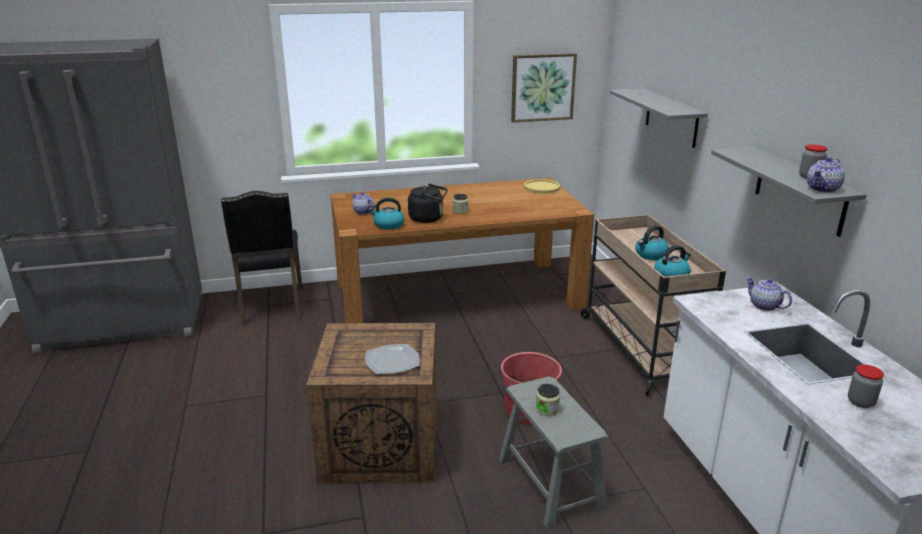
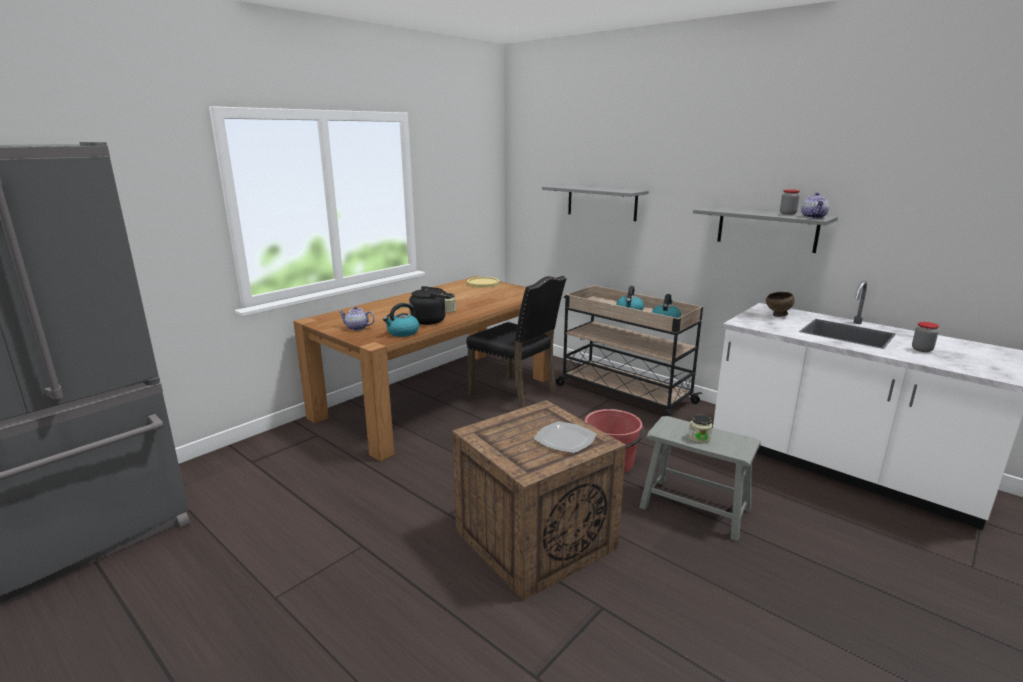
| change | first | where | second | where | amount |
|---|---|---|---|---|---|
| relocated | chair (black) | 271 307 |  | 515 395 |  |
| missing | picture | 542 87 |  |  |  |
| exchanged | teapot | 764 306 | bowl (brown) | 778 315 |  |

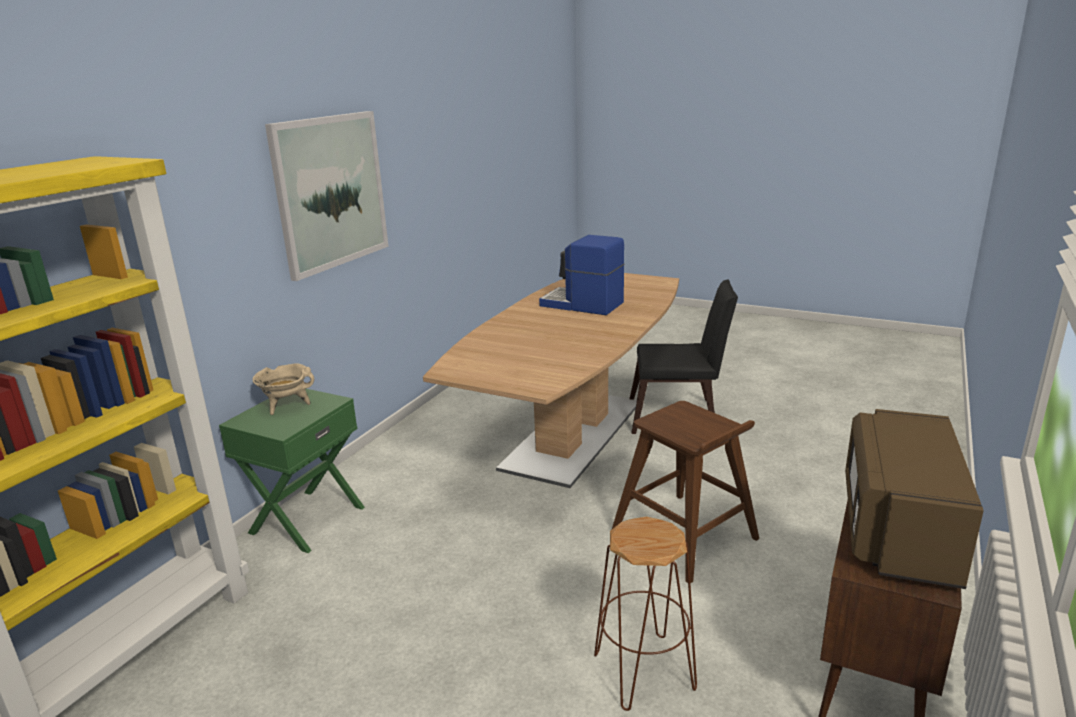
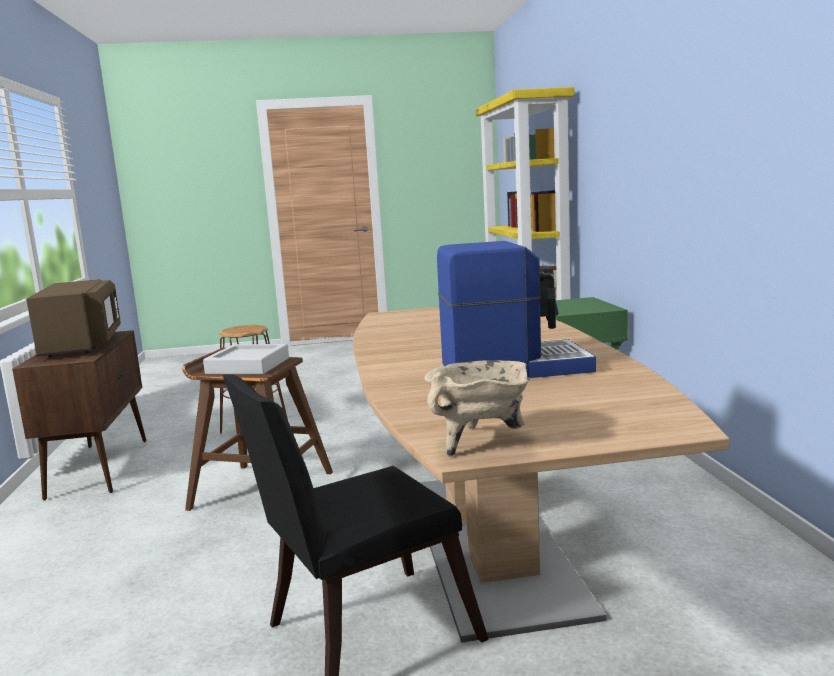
| change | first | where | second | where | amount |
|---|---|---|---|---|---|
| relocated | cooking pot (beige) | 287 406 |  | 480 442 |  |
| missing | picture | 331 192 |  |  |  |
| appeared |  |  | tray (grey) | 248 366 |  |

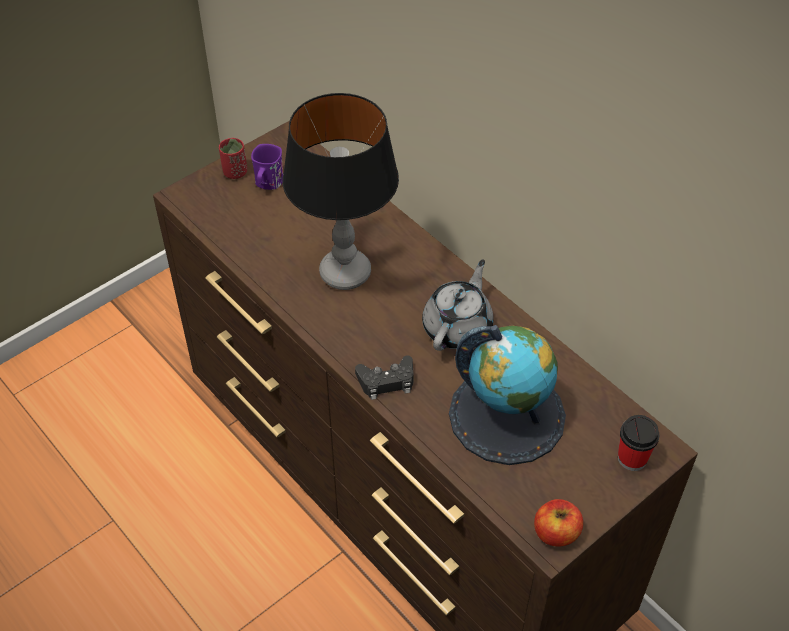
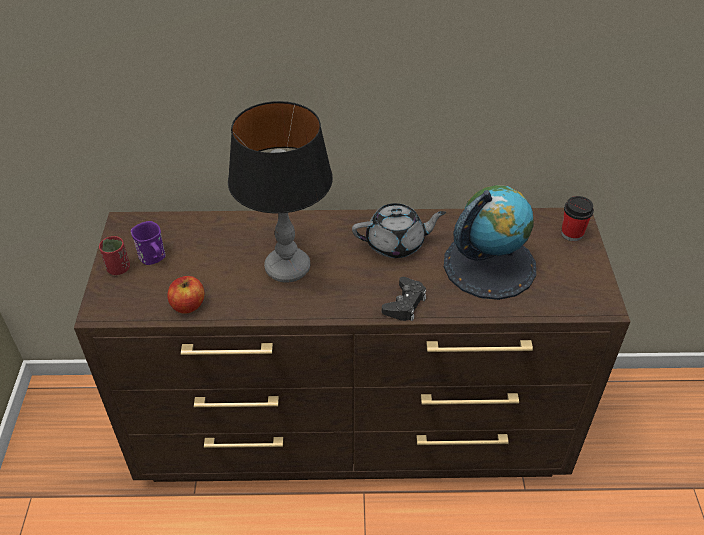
| change | first | where | second | where | amount |
|---|---|---|---|---|---|
| spun | teapot (grey) | 458 327 |  | 396 244 | 105 degrees clockwise |
| relocated | apple | 556 533 |  | 188 305 |  |

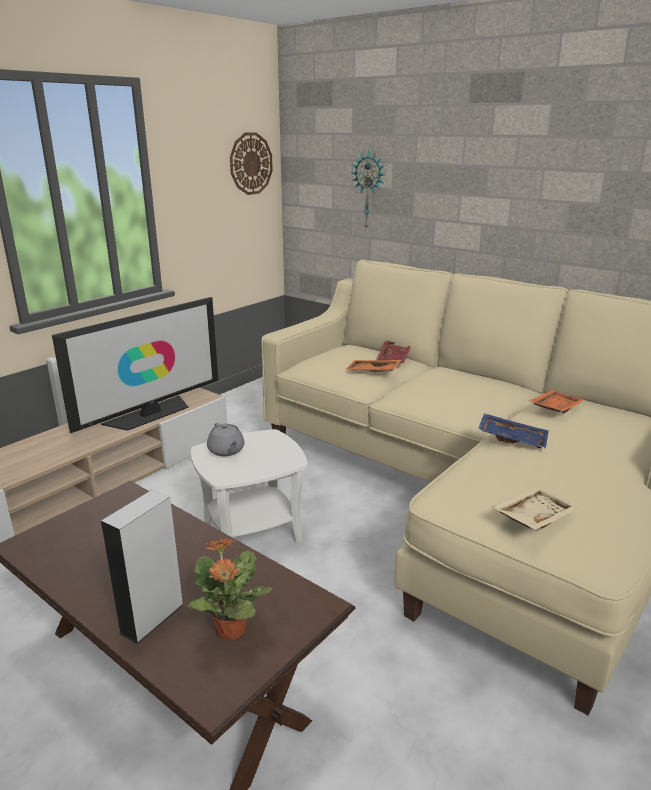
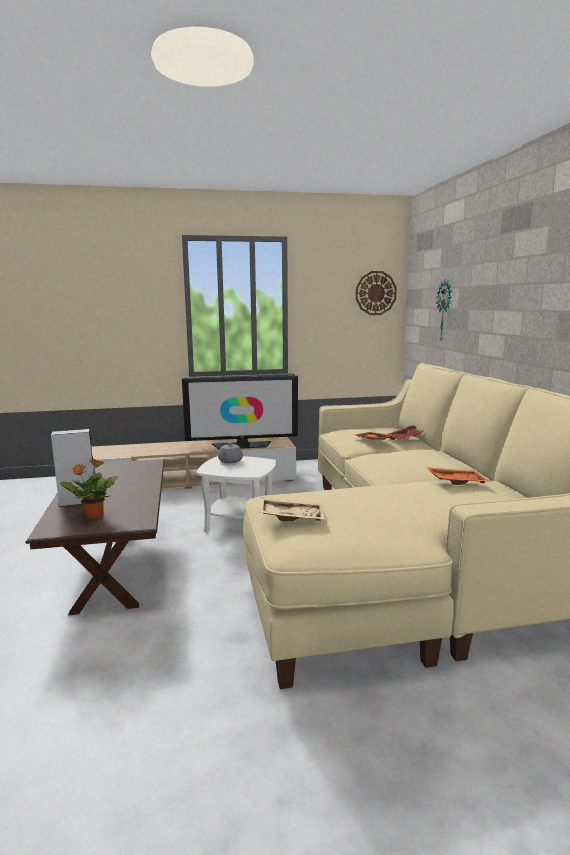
| change | first | where | second | where | amount |
|---|---|---|---|---|---|
| missing | tray (blue) | 512 438 |  |  |  |

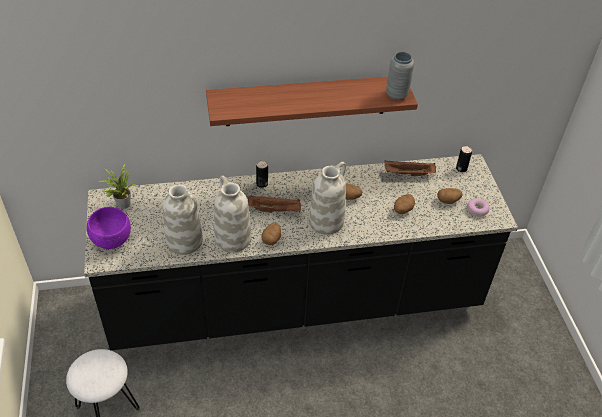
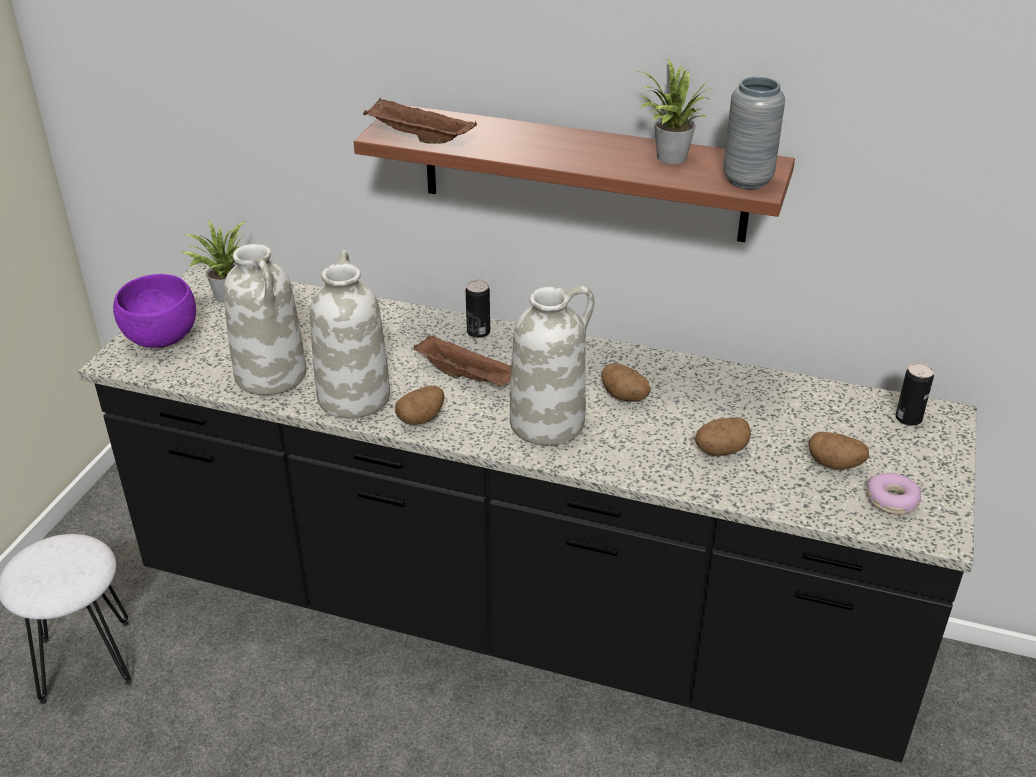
| change | first | where | second | where | amount |
|---|---|---|---|---|---|
| relocated | tray (brown) | 408 174 |  | 417 138 |  |
| appeared |  |  | potted plant | 667 157 |  |

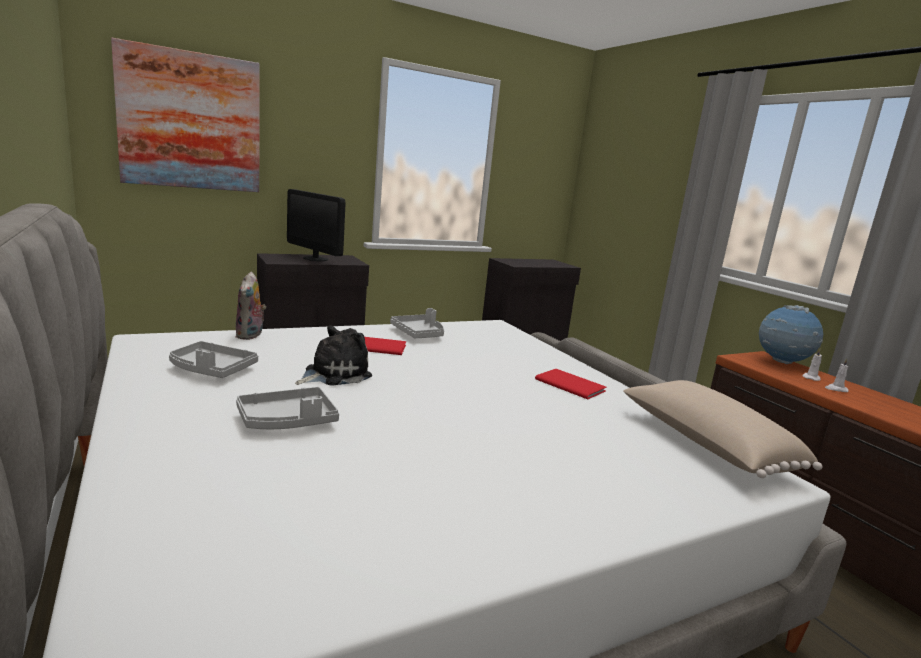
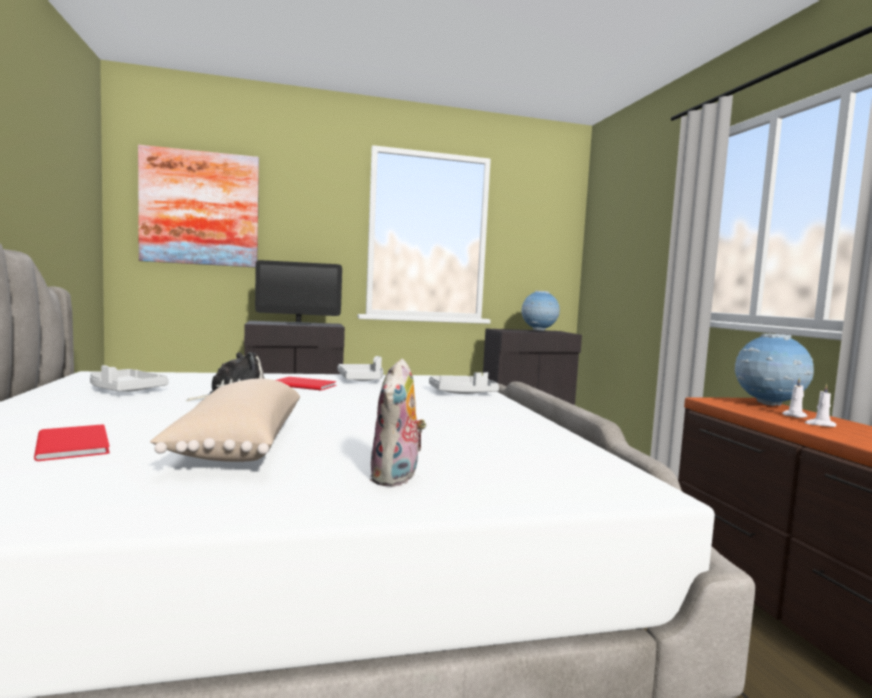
| change | first | where | second | where | amount |
|---|---|---|---|---|---|
| relocated | plush toy | 250 335 |  | 396 478 |  |
| relocated | tray (grey) | 288 421 |  | 463 393 |  |
| spun | monitor | 315 259 |  | 298 323 | 60 degrees counterclockwise |
| relocated | book (red) | 569 384 |  | 76 443 |  |
| relocated | pillow (beige) | 705 445 |  | 236 444 |  |
| appeared |  |  | globe | 539 331 |  |

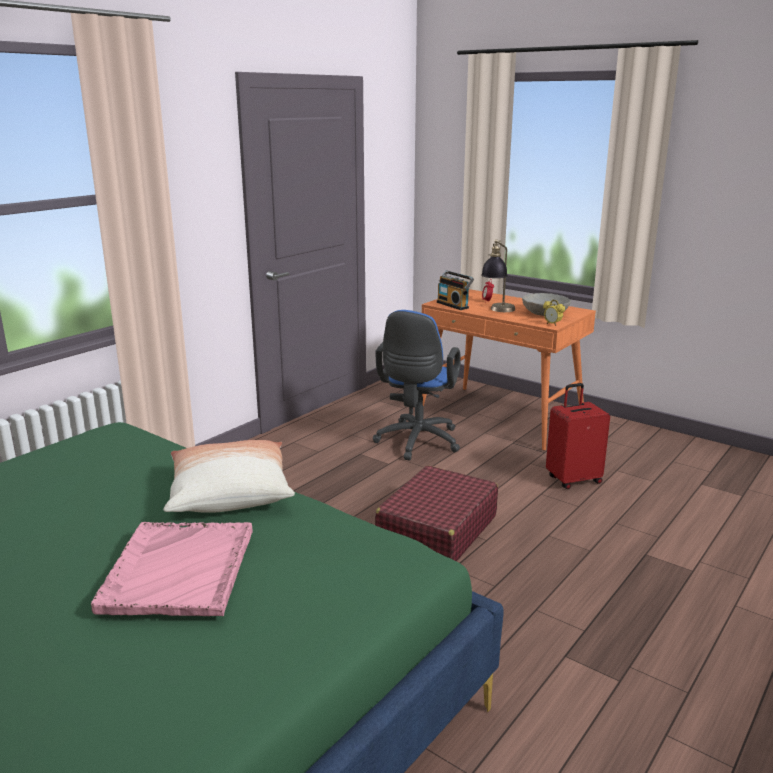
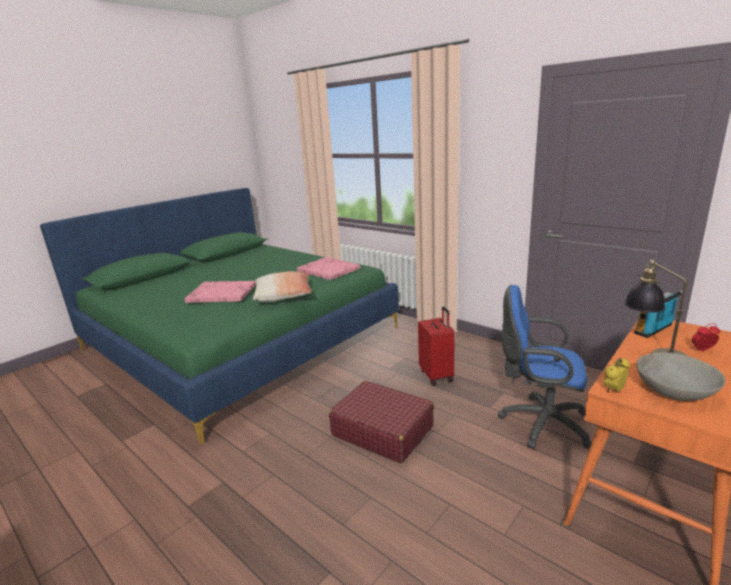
| change | first | where | second | where | amount |
|---|---|---|---|---|---|
| relocated | suitcase (red) | 573 479 |  | 437 375 |  |
| appeared |  |  | tray (pink) | 328 269 |  |

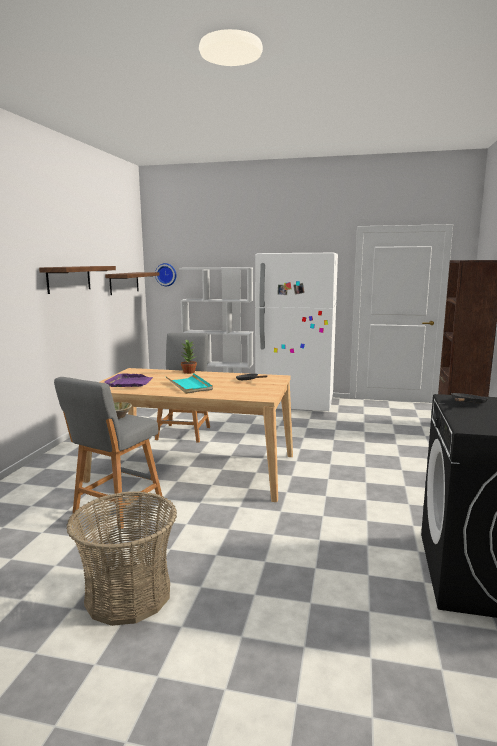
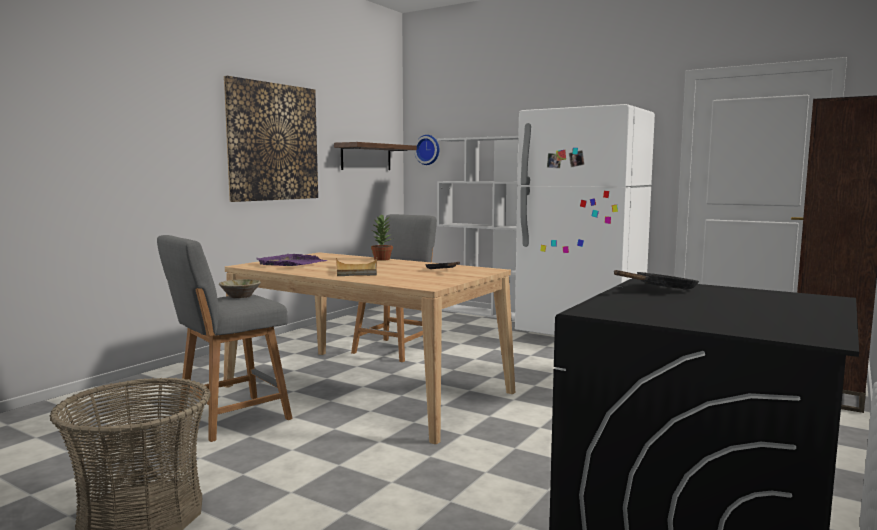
| change | first | where | second | where | amount |
|---|---|---|---|---|---|
| exchanged | shelf | 69 279 | picture | 273 142 |  |
| colour | tray (turquoise) | 189 385 | tray (beige) | 356 270 |  |

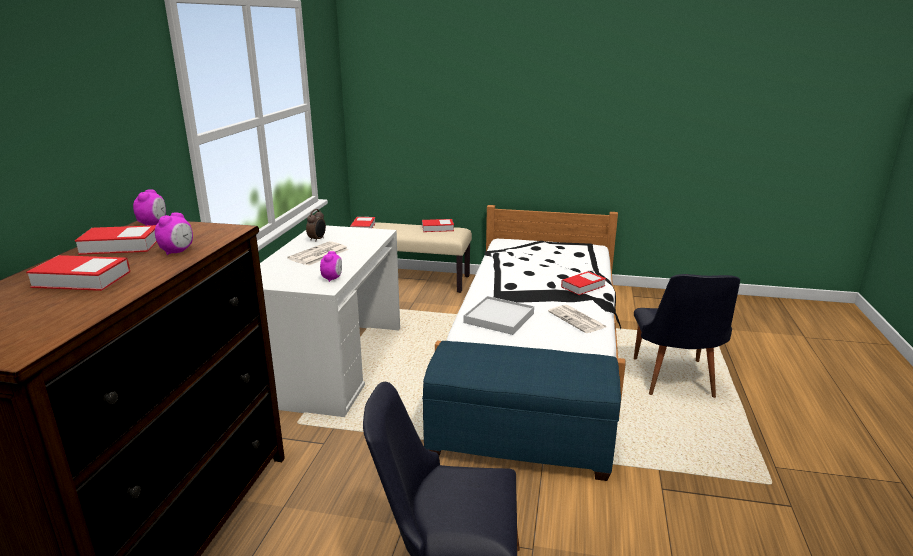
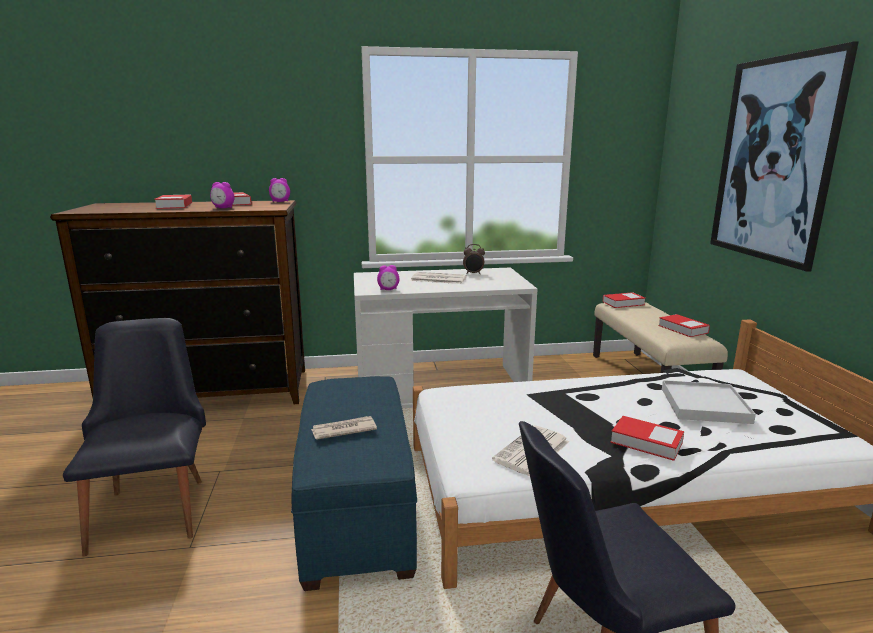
| change | first | where | second | where | amount |
|---|---|---|---|---|---|
| relocated | tray (white) | 499 318 |  | 705 405 |  |
| appeared |  |  | newspaper | 343 430 |  |
| appeared |  |  | picture | 774 160 |  |

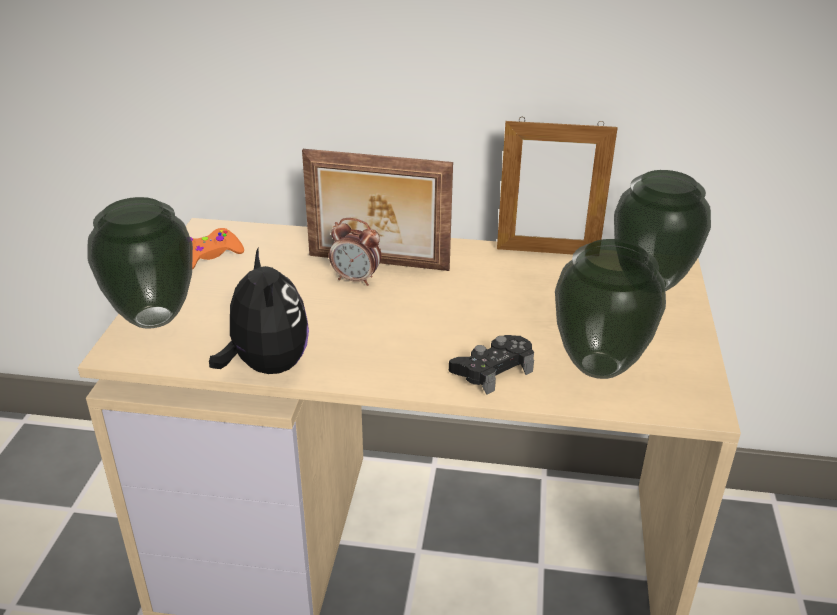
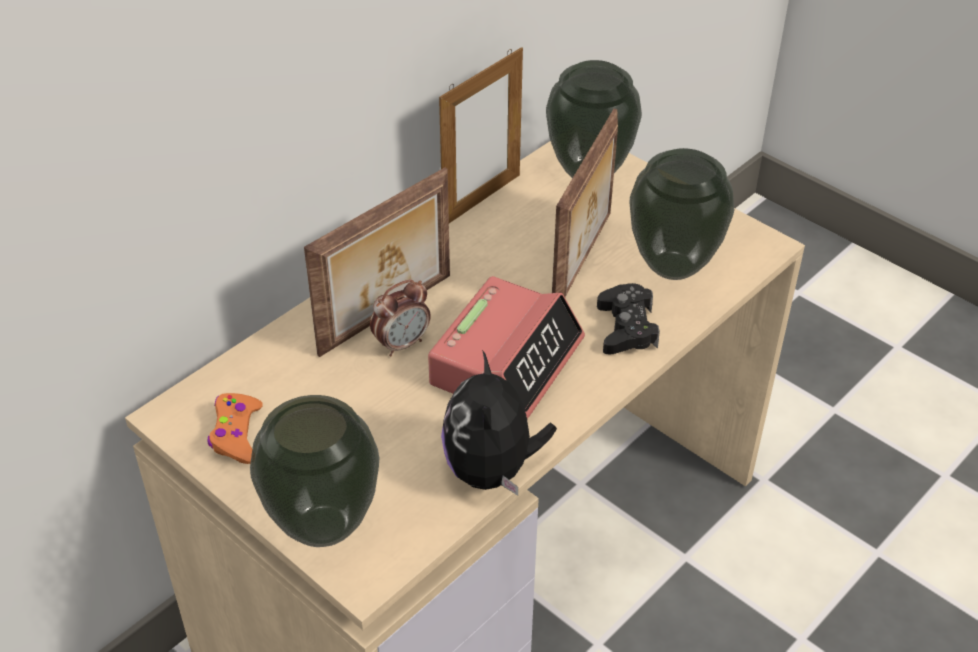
| change | first | where | second | where | amount |
|---|---|---|---|---|---|
| spun | plush toy | 266 366 |  | 492 470 | 105 degrees counterclockwise |
| appeared |  |  | alarm clock | 507 361 |  |
| appeared |  |  | picture frame | 583 262 |  |

